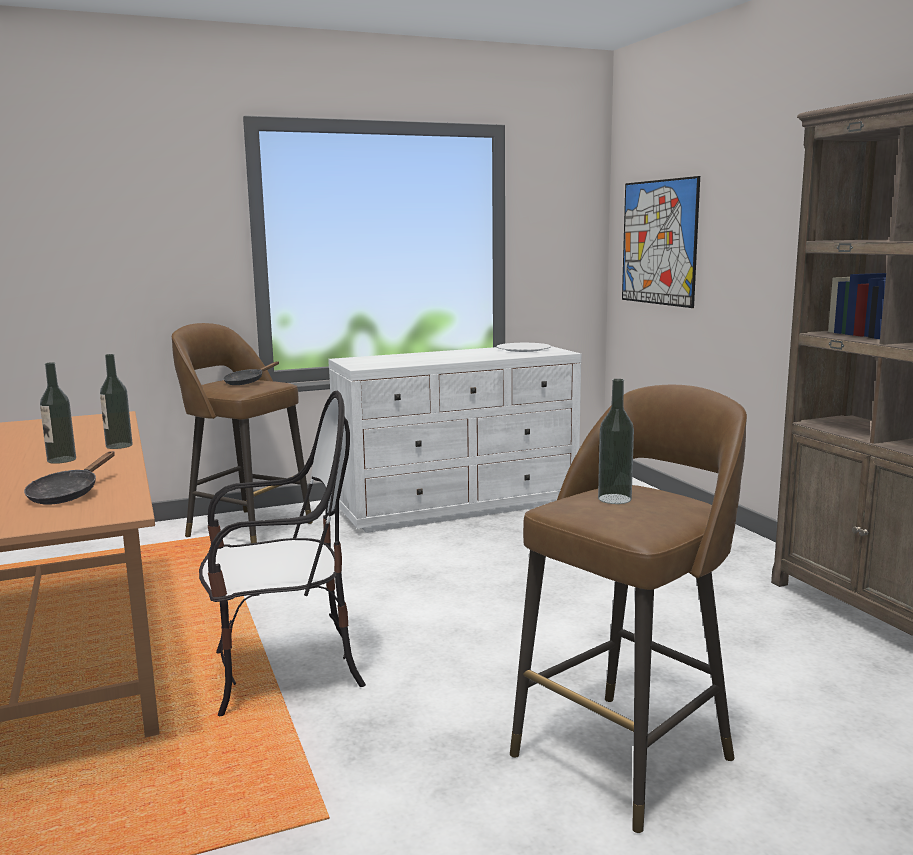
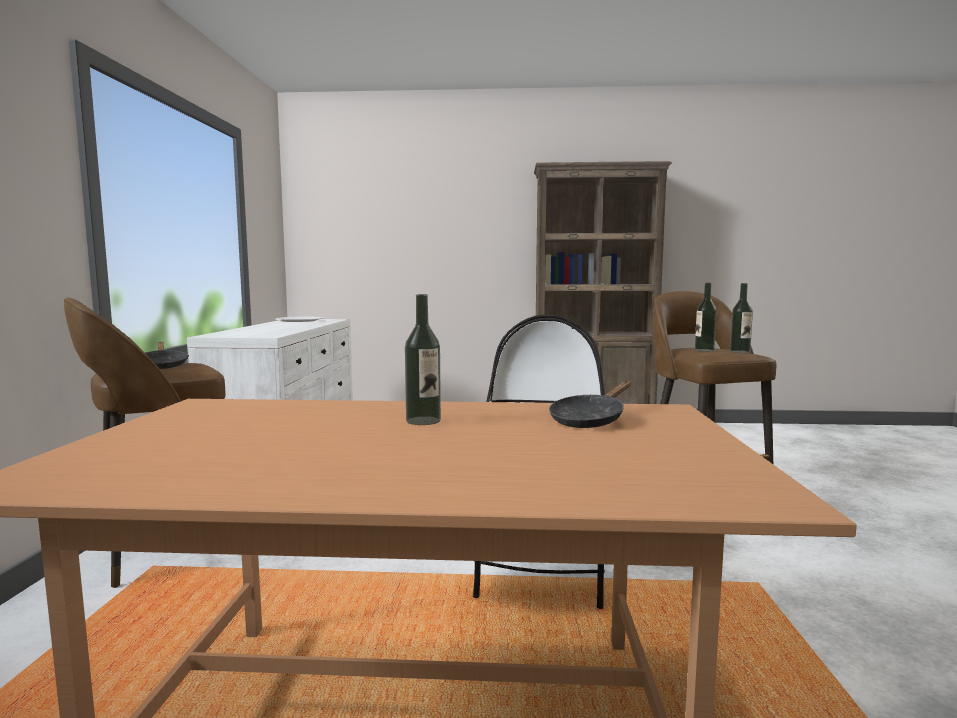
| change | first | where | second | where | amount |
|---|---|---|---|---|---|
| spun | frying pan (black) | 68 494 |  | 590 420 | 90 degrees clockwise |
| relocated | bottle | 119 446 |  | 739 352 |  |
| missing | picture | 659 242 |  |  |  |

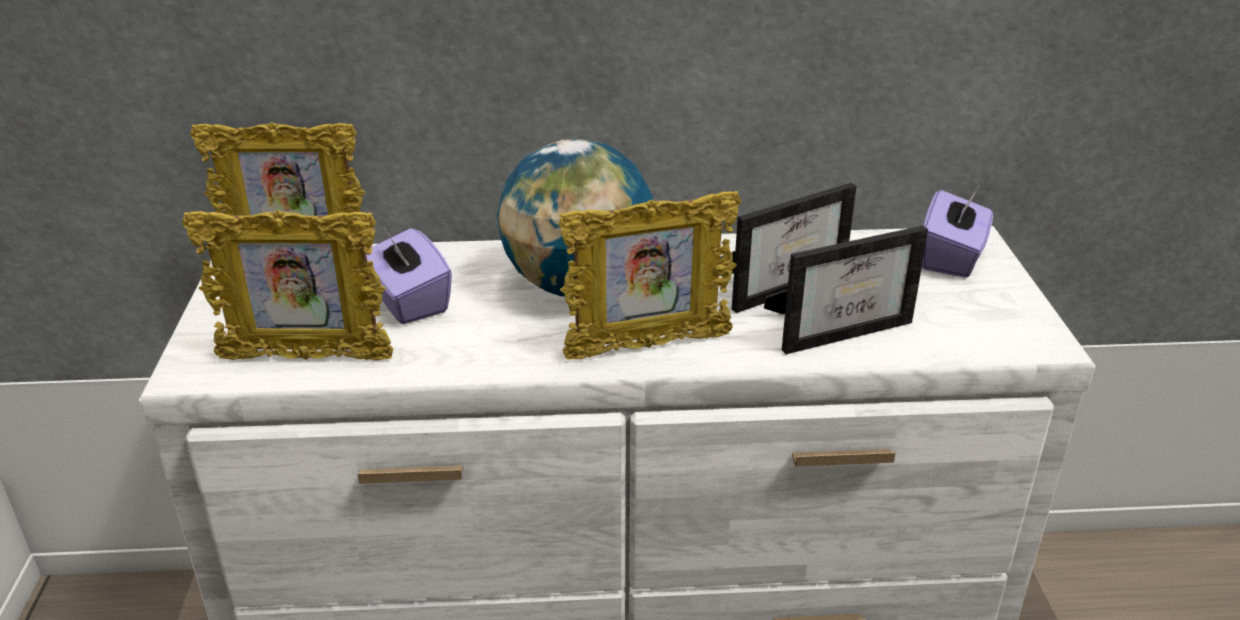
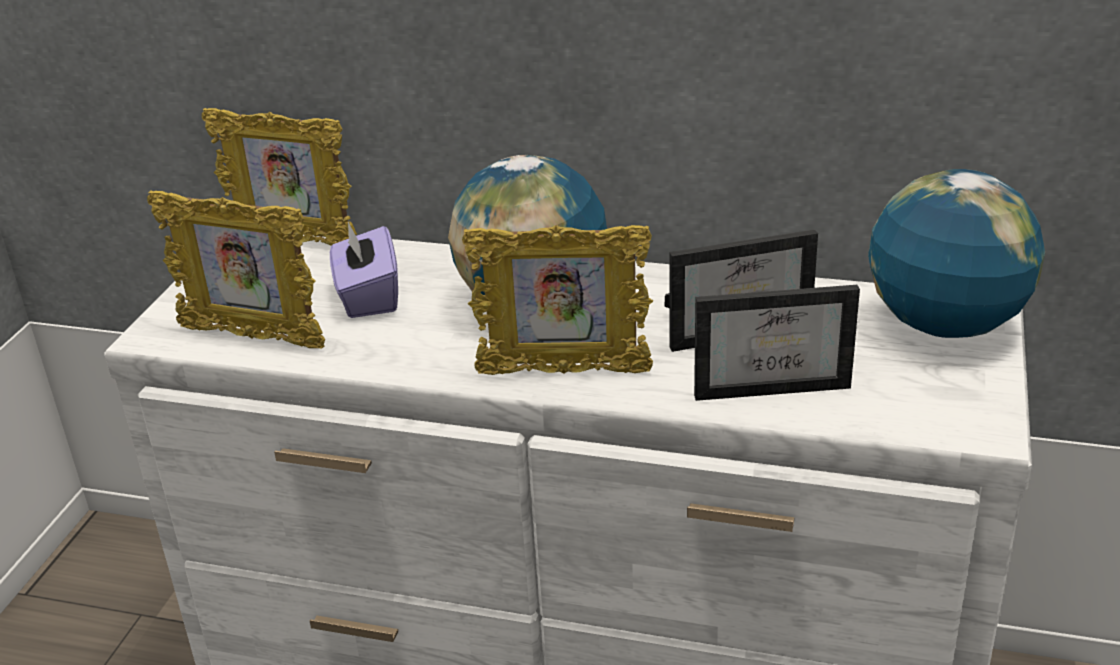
| change | first | where | second | where | amount |
|---|---|---|---|---|---|
| exchanged | tissue box (purple) | 951 258 | globe | 944 325 |  |

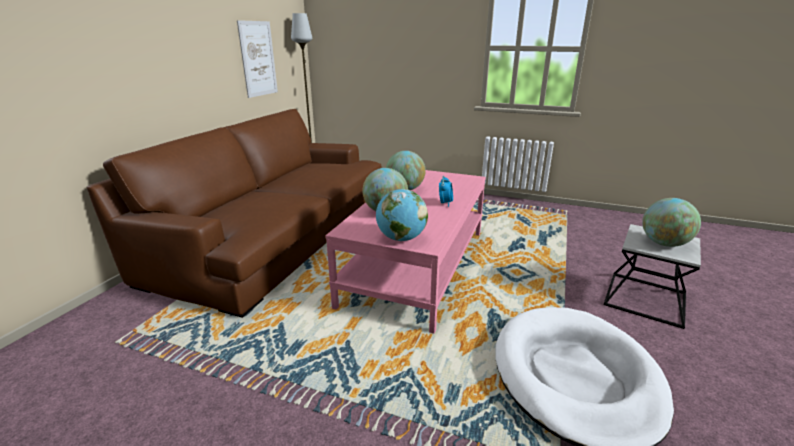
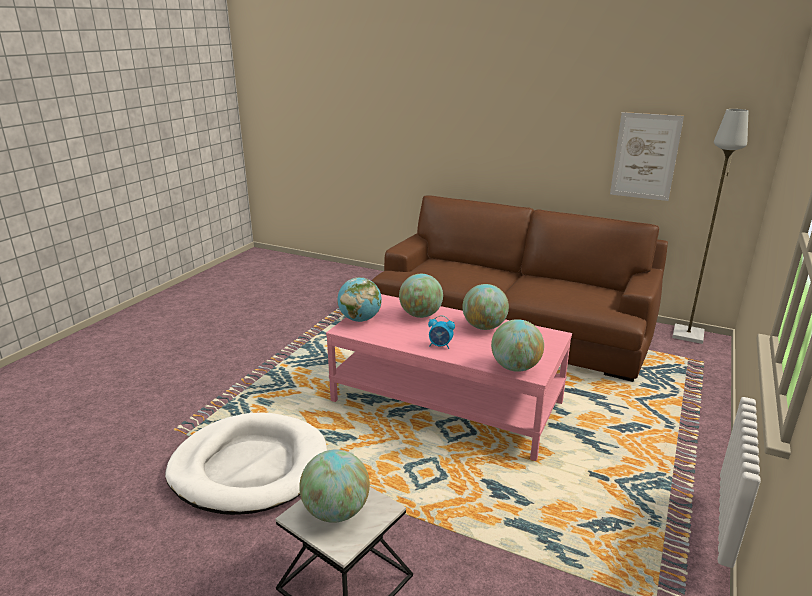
| change | first | where | second | where | amount |
|---|---|---|---|---|---|
| appeared |  |  | globe | 515 367 |  |

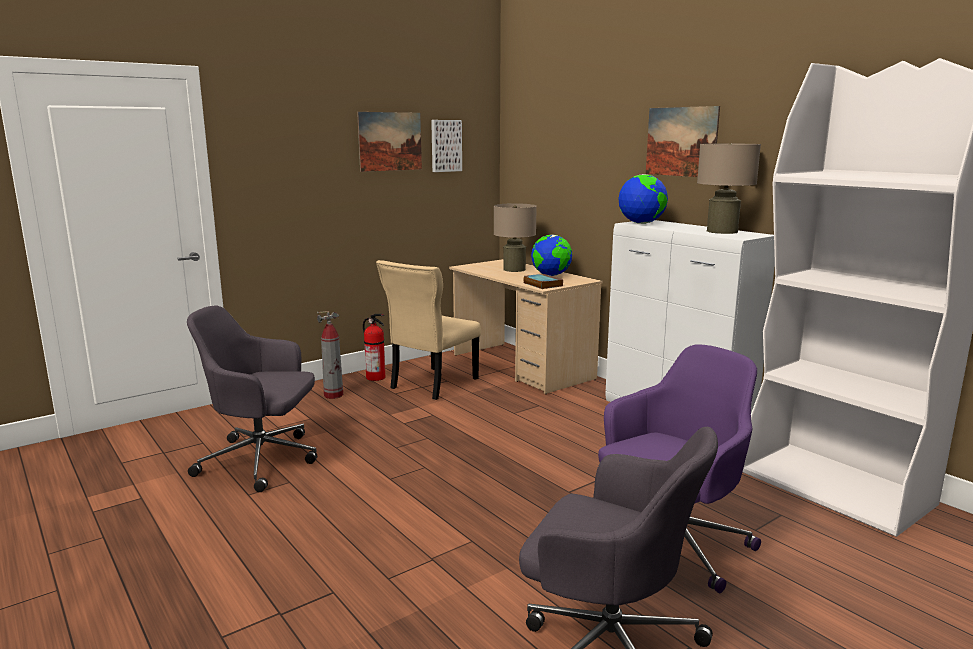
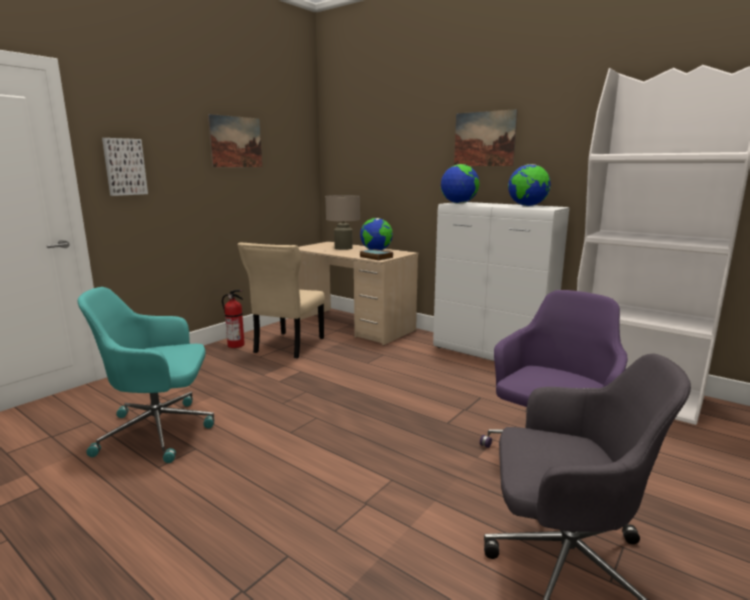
| change | first | where | second | where | amount |
|---|---|---|---|---|---|
| colour | office chair (grey) | 262 460 | office chair (turquoise) | 160 431 |  |
| missing | fire extinguisher | 333 395 |  |  |  |
| relocated | picture | 445 146 |  | 124 167 |  |
| exchanged | table lamp (beige) | 722 231 | globe | 527 206 |  |

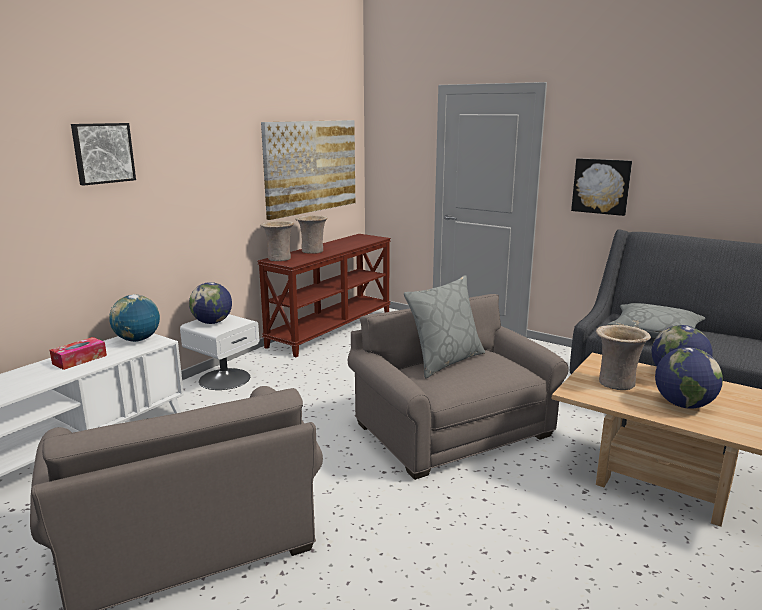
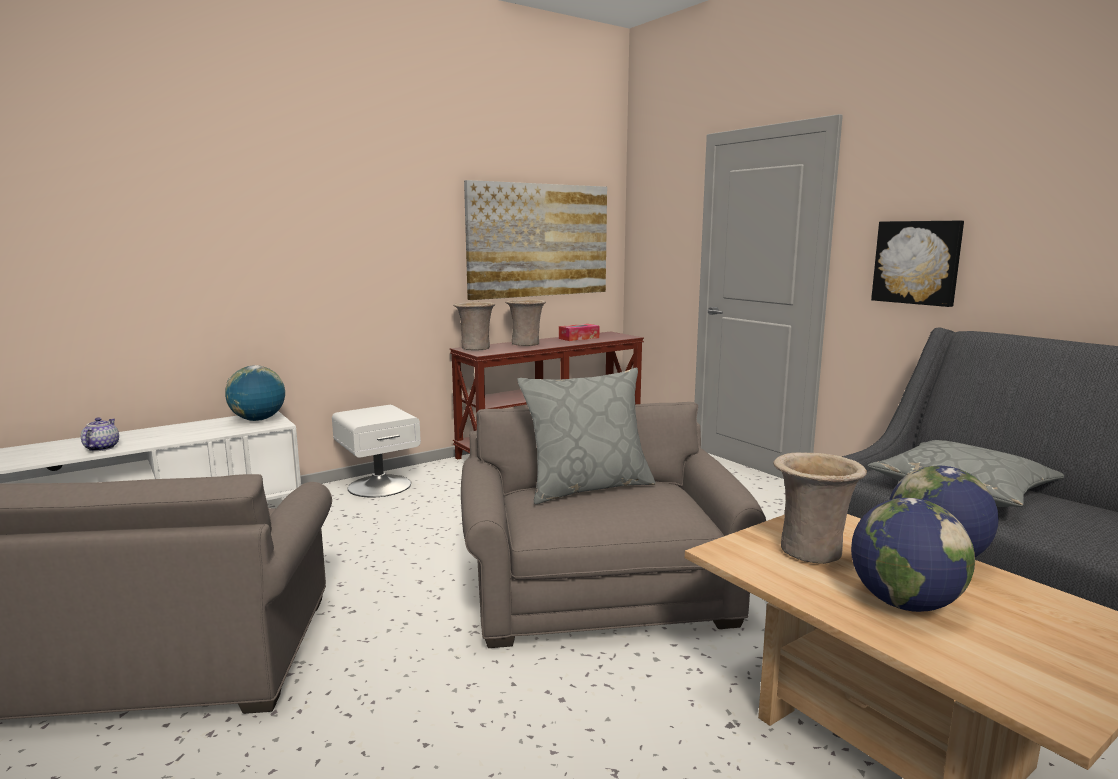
| change | first | where | second | where | amount |
|---|---|---|---|---|---|
| relocated | tissue box | 79 359 |  | 579 338 |  |
| missing | picture | 103 153 |  |  |  |
| missing | globe | 212 322 |  |  |  |
| appeared |  |  | teapot | 101 448 |  |

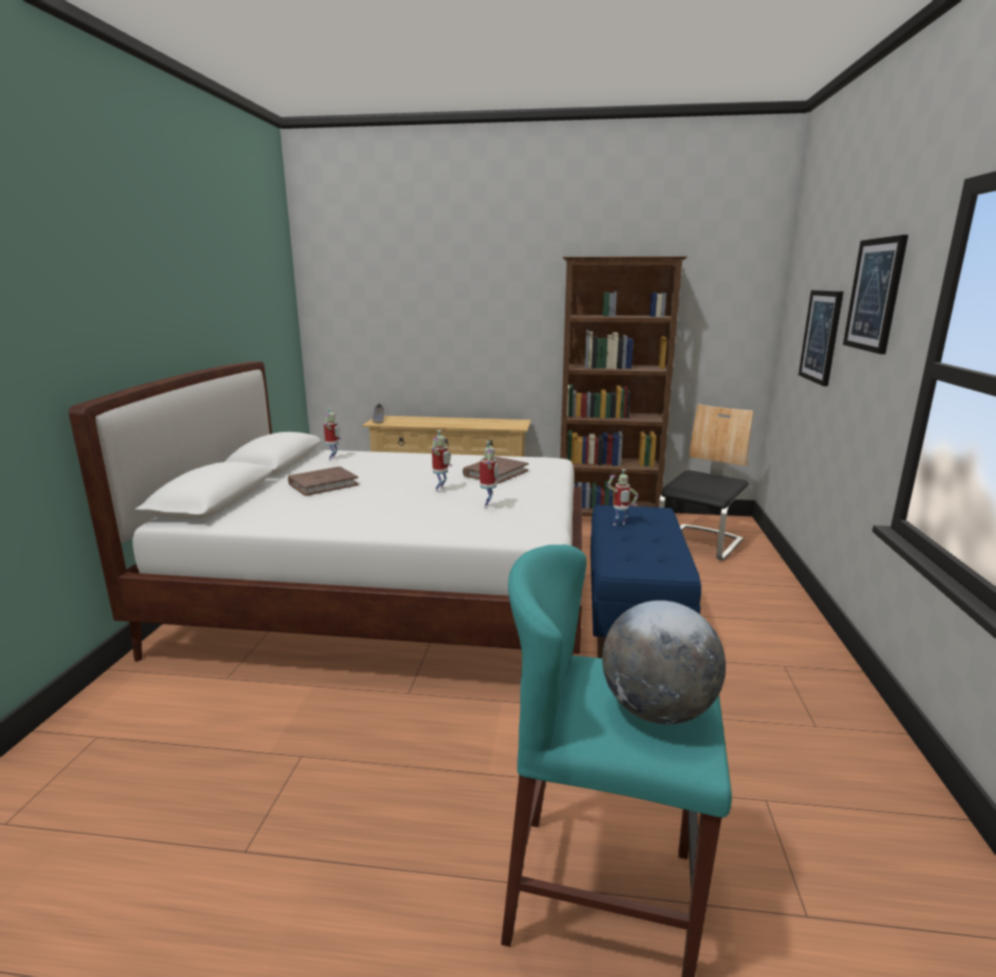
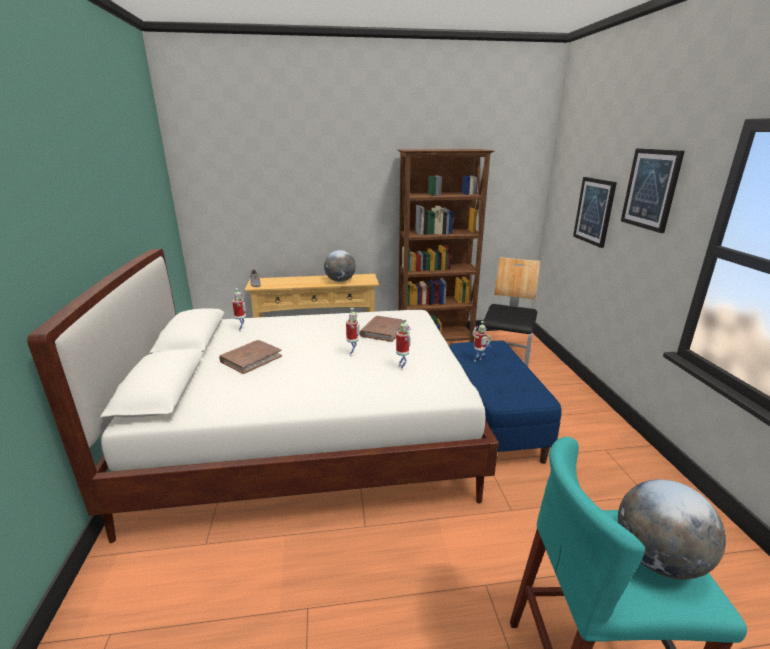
| change | first | where | second | where | amount |
|---|---|---|---|---|---|
| appeared |  |  | globe | 340 281 |  |

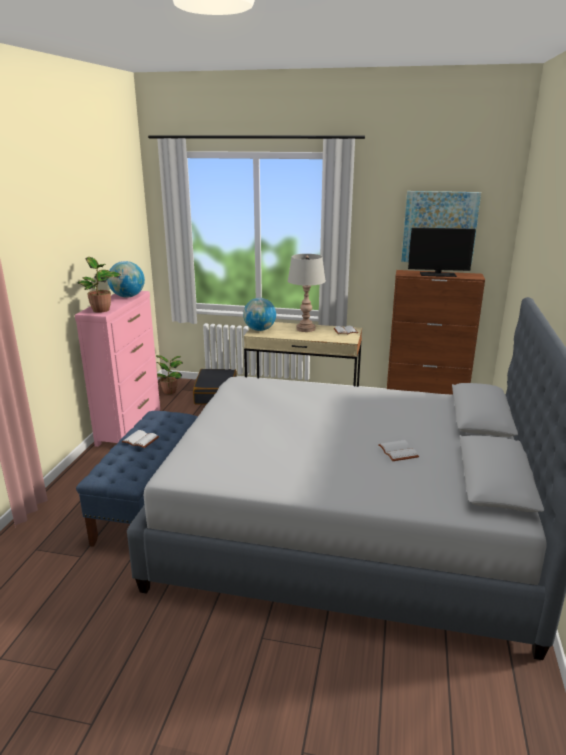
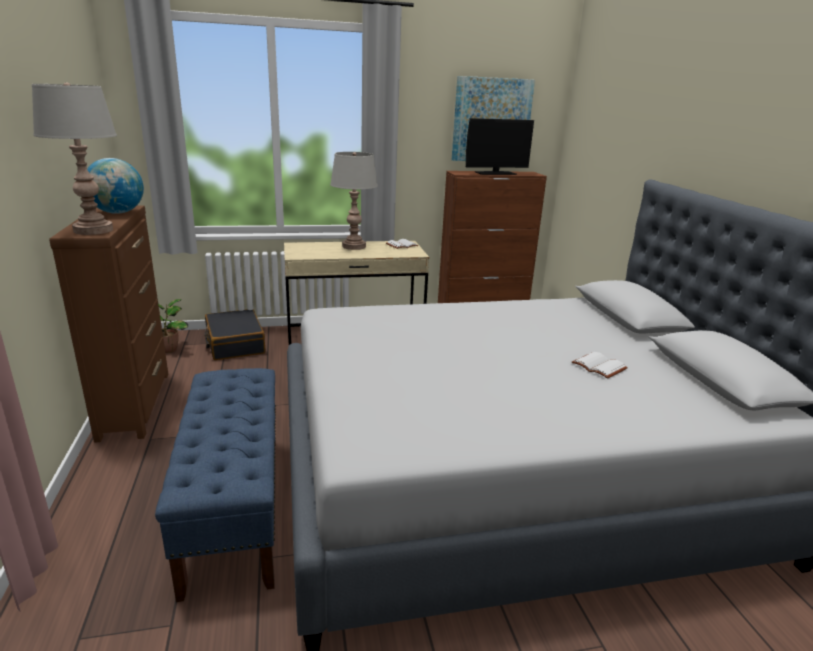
| change | first | where | second | where | amount |
|---|---|---|---|---|---|
| colour | dresser (pink) | 130 426 | dresser (brown) | 135 404 |  |
| exchanged | potted plant | 102 310 | table lamp (grey) | 93 230 |  |
| missing | book (white) | 139 440 |  |  |  |
| missing | globe | 259 330 |  |  |  |

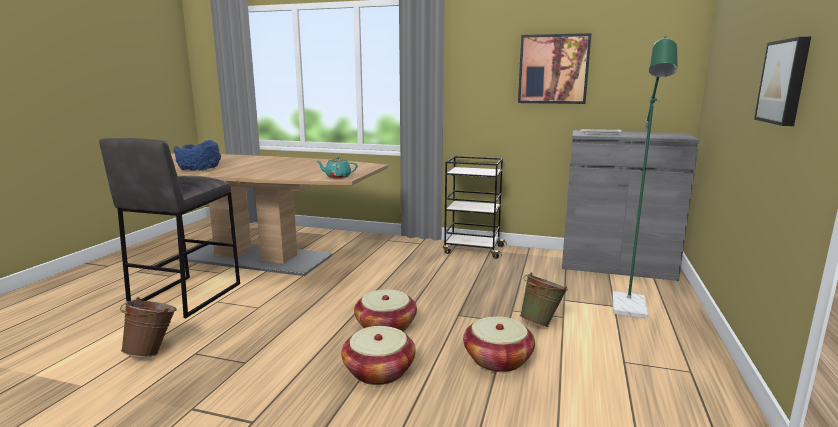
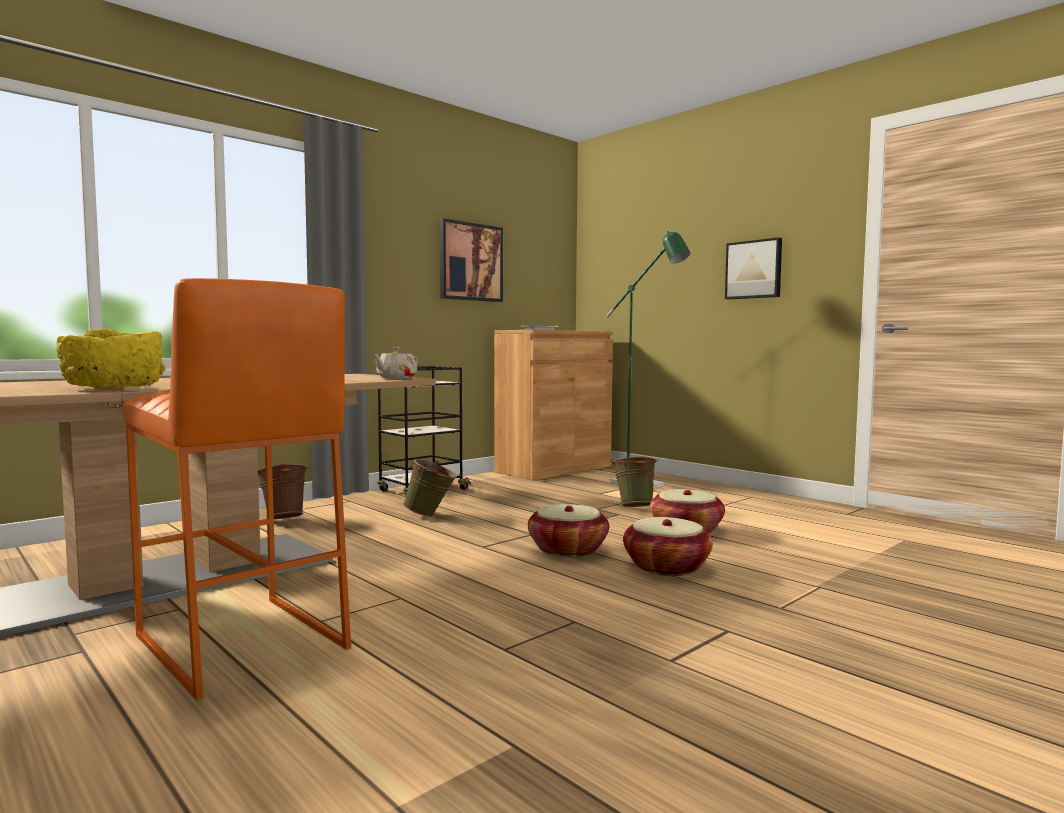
| change | first | where | second | where | amount |
|---|---|---|---|---|---|
| colour | stool (grey) | 185 296 | stool (orange) | 239 643 |  |
| relocated | bucket (brown) | 153 352 |  | 284 519 |  |
| colour | bowl (blue) | 199 169 | bowl (yellow) | 114 388 |  |
| colour | teapot (turquoise) | 337 177 | teapot (beige) | 396 378 |  |
| colour | cabinet (grey) | 616 265 | cabinet (brown) | 554 469 |  |
| appeared |  |  | bucket (green) | 431 515 |  |

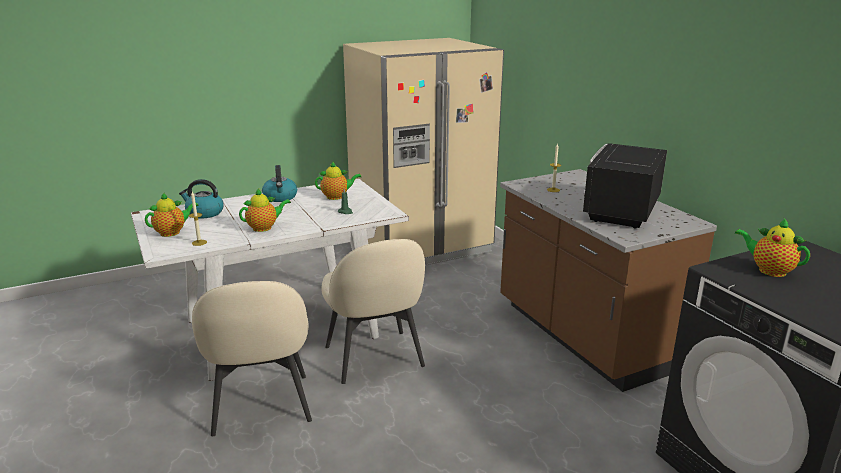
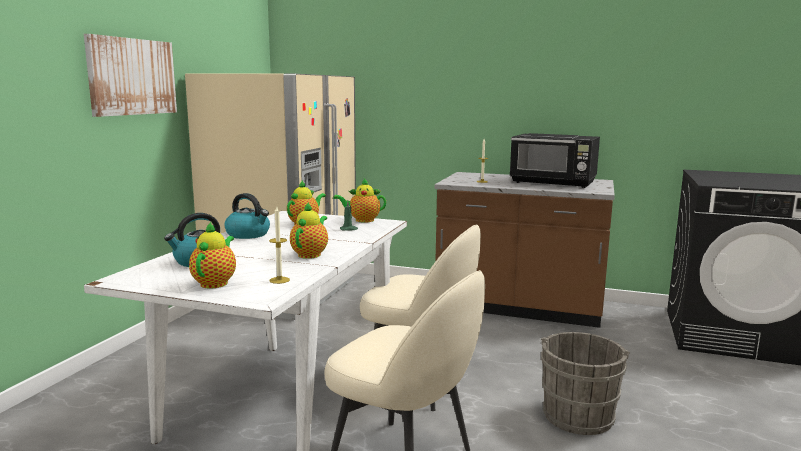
| change | first | where | second | where | amount |
|---|---|---|---|---|---|
| spun | microwave (black) | 620 211 |  | 553 183 | 45 degrees counterclockwise |
| relocated | teapot | 769 270 |  | 362 220 |  |
| appeared |  |  | picture | 132 77 |  |
| appeared |  |  | bucket (grey) | 578 414 |  |

